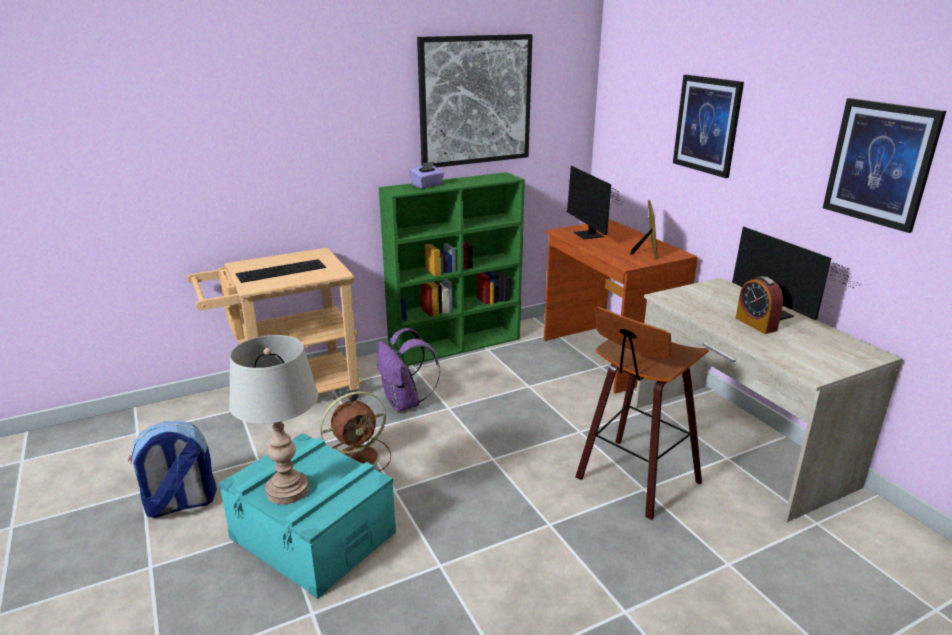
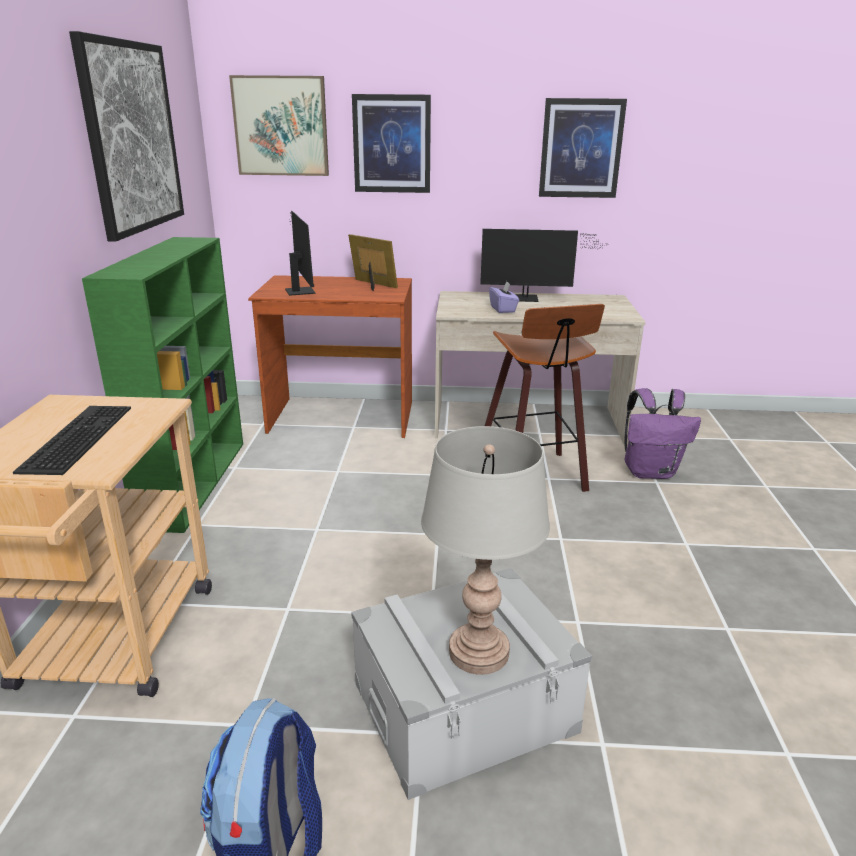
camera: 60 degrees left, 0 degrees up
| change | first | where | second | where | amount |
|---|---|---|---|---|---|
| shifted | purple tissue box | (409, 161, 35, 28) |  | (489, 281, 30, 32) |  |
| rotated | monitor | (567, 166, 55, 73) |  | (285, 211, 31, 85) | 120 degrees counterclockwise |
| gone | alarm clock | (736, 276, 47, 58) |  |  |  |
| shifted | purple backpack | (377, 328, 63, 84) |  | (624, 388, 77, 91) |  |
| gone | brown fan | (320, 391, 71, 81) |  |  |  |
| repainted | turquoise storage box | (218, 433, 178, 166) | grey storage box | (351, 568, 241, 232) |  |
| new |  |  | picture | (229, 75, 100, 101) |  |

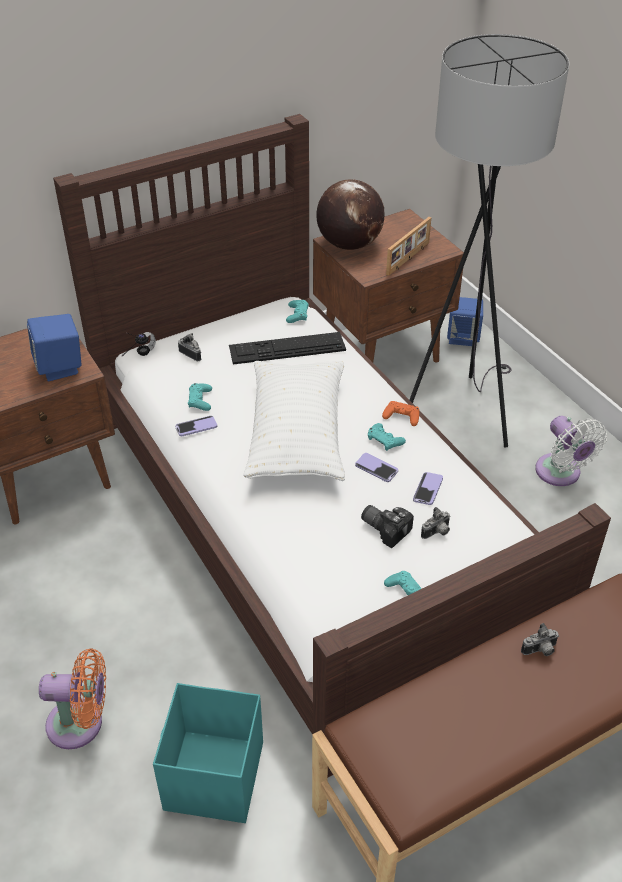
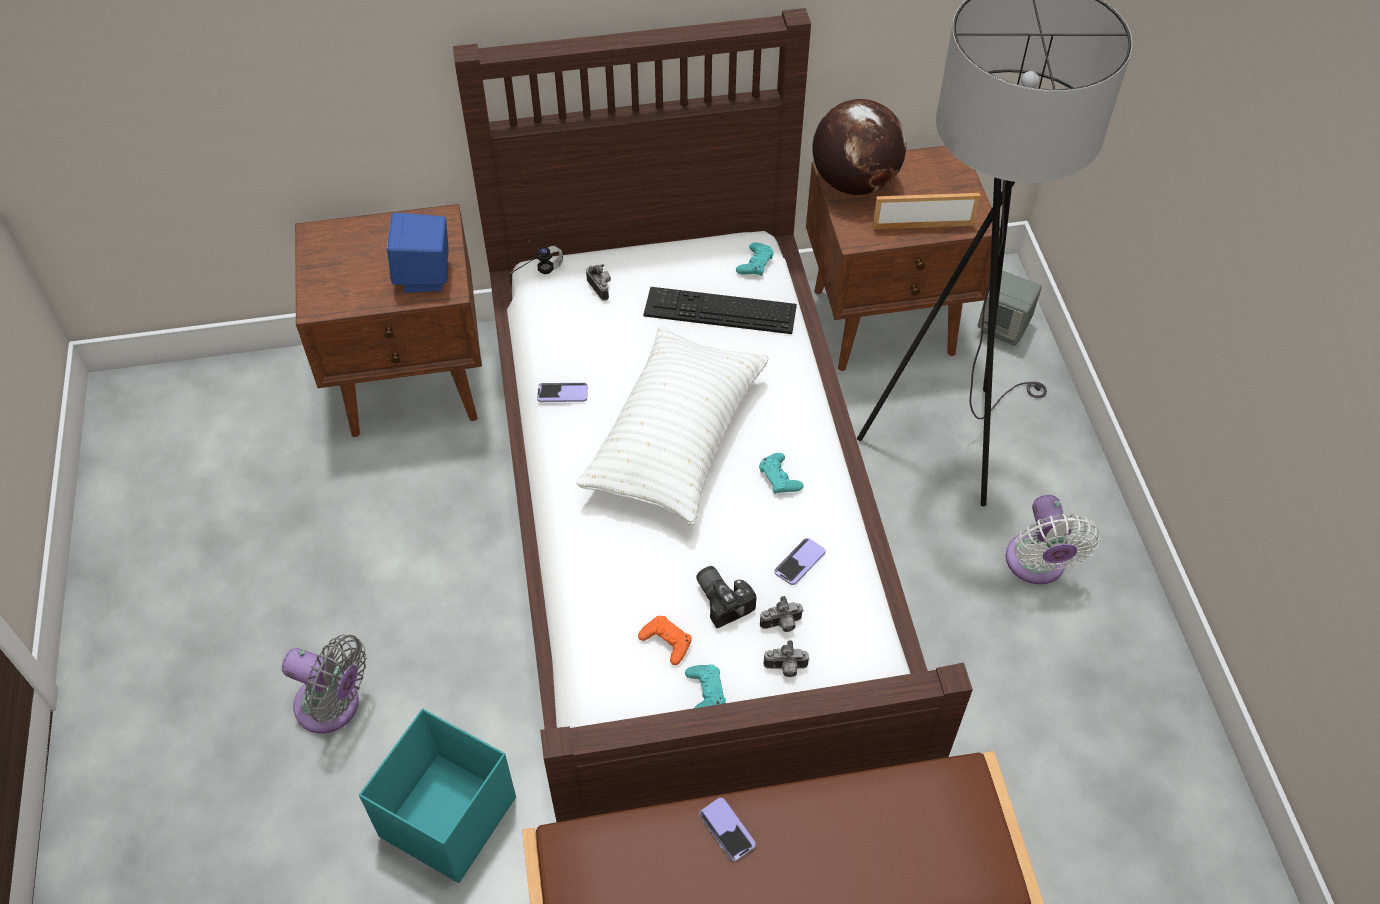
camera: 20 degrees right, 10 degrees up
| change | first | where | second | where | amount |
|---|---|---|---|---|---|
| rotated | picture frame | (386, 217, 45, 59) |  | (872, 193, 108, 36) | 150 degrees counterclockwise |
| repainted | blue speaker | (447, 297, 36, 49) | grey speaker | (978, 271, 64, 75) |  |
| gone | turquoise game controller | (188, 383, 24, 28) |  |  |  |
| shifted | orange game controller | (382, 401, 37, 25) |  | (638, 616, 54, 49) |  |
| shifted | phone | (355, 453, 43, 29) |  | (699, 798, 57, 64) |  |
| shifted | photo camera | (521, 623, 38, 33) |  | (763, 640, 47, 37) |  |
| repainted | orange fan | (39, 648, 67, 101) | grey fan | (282, 635, 84, 98) |  |

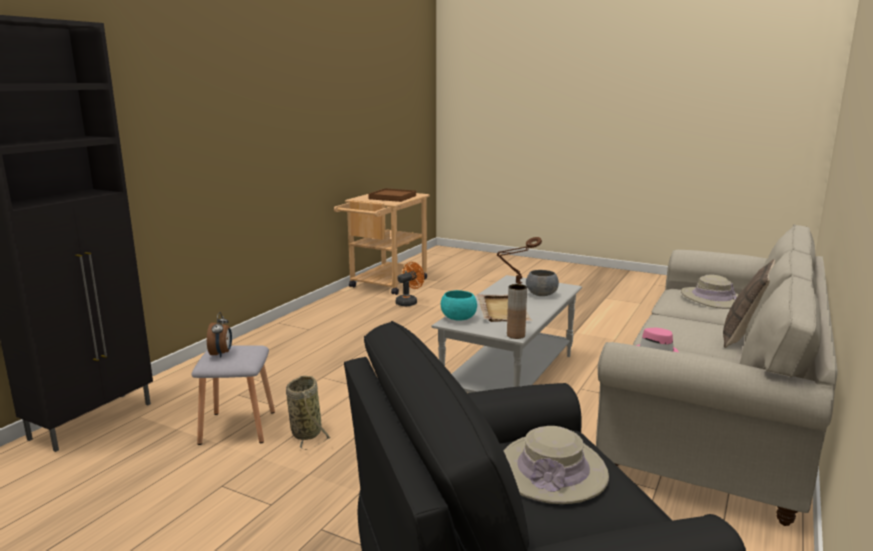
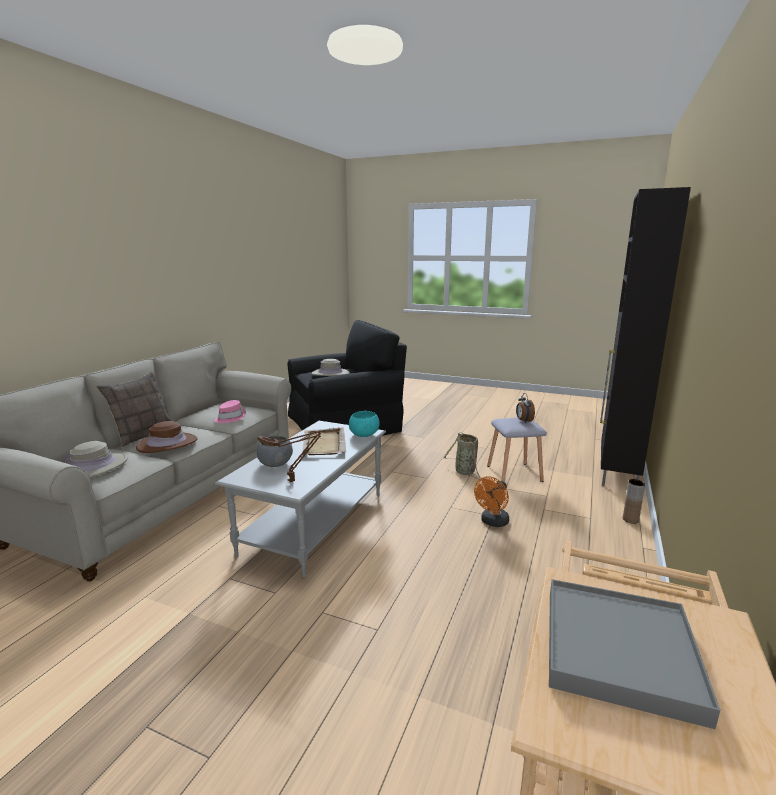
camera: 175 degrees right, 0 degrees up
| change | first | where | second | where | amount |
|---|---|---|---|---|---|
| repainted | brown tray | (368, 188, 48, 14) | grey tray | (549, 579, 171, 150) |  |
| shifted | orange fan | (396, 262, 28, 44) |  | (474, 476, 35, 51) |  |
| shifted | brown vase | (507, 284, 20, 55) |  | (623, 479, 22, 45) |  |
| new |  |  | brown hat | (136, 421, 62, 32) |  |

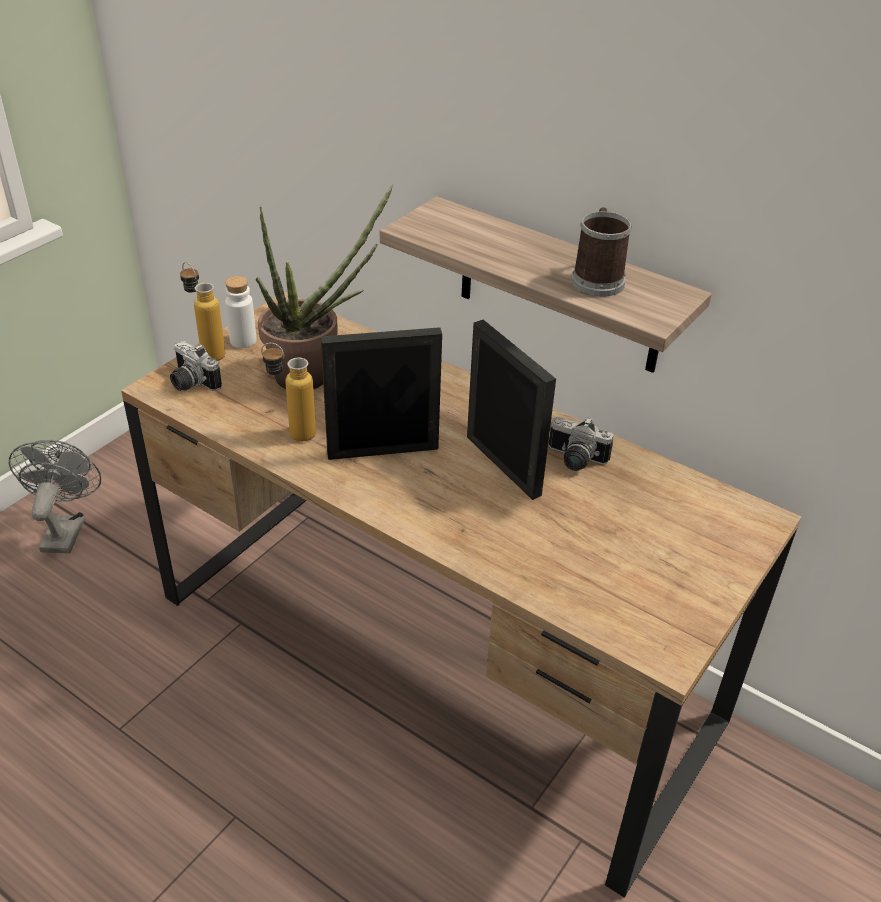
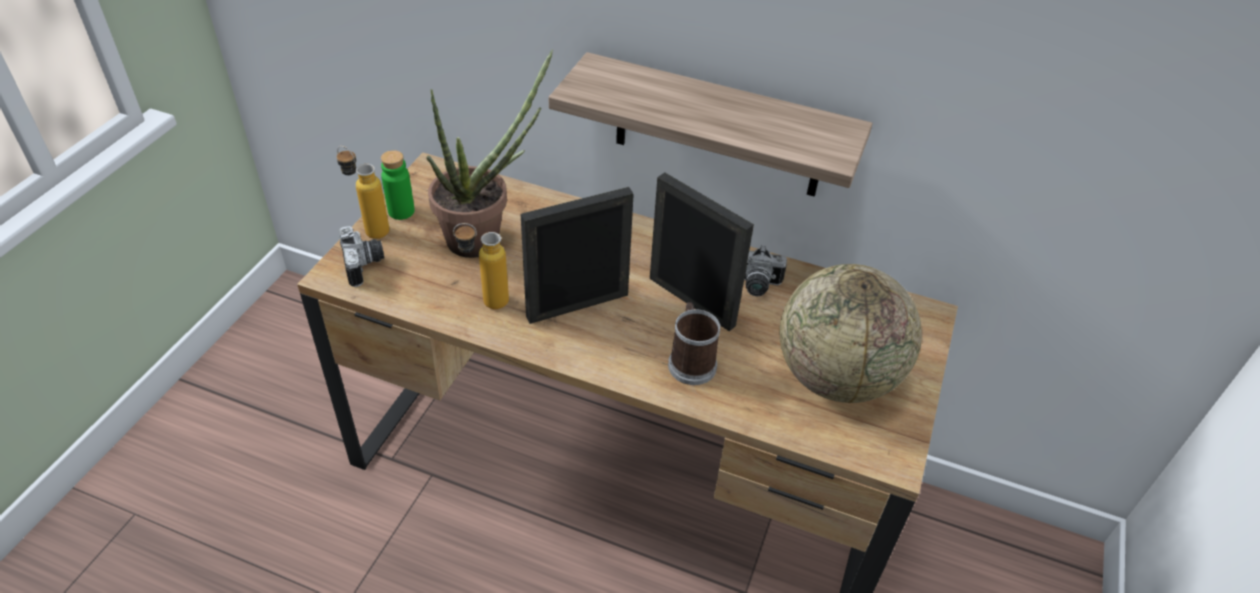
camera: 15 degrees left, 5 degrees up
| change | first | where | second | where | amount |
|---|---|---|---|---|---|
| shifted | mug | (571, 208, 61, 89) |  | (668, 302, 53, 83) |  |
| repainted | white bottle | (225, 276, 32, 72) | green bottle | (381, 150, 34, 70) |  |
| rotated | photo camera | (170, 341, 52, 50) |  | (340, 226, 44, 61) | 135 degrees counterclockwise |
| gone | grey fan | (9, 440, 92, 113) |  |  |  |
| new |  |  | globe | (780, 264, 142, 139) |  |

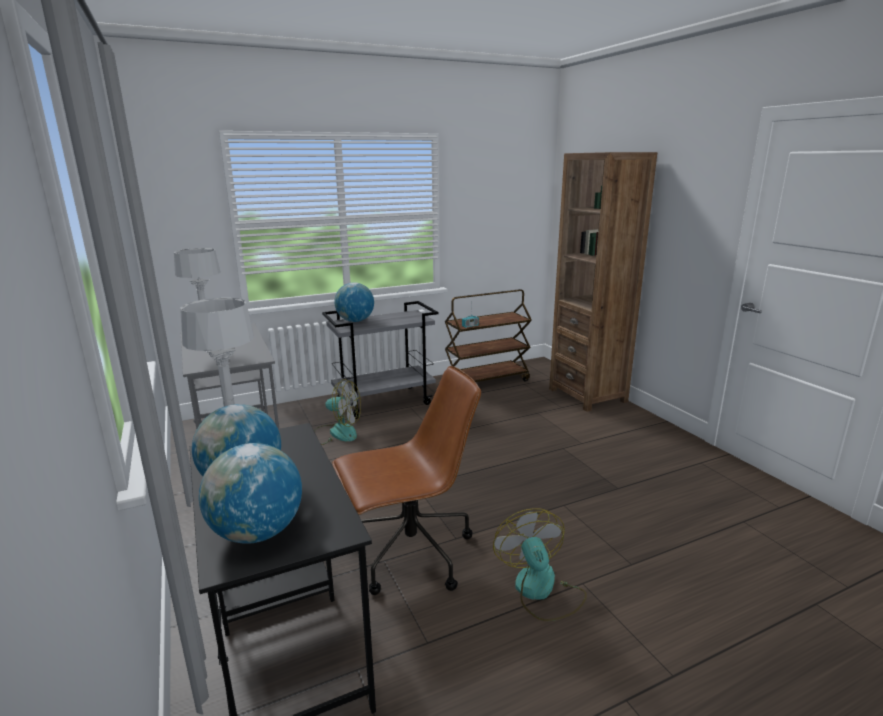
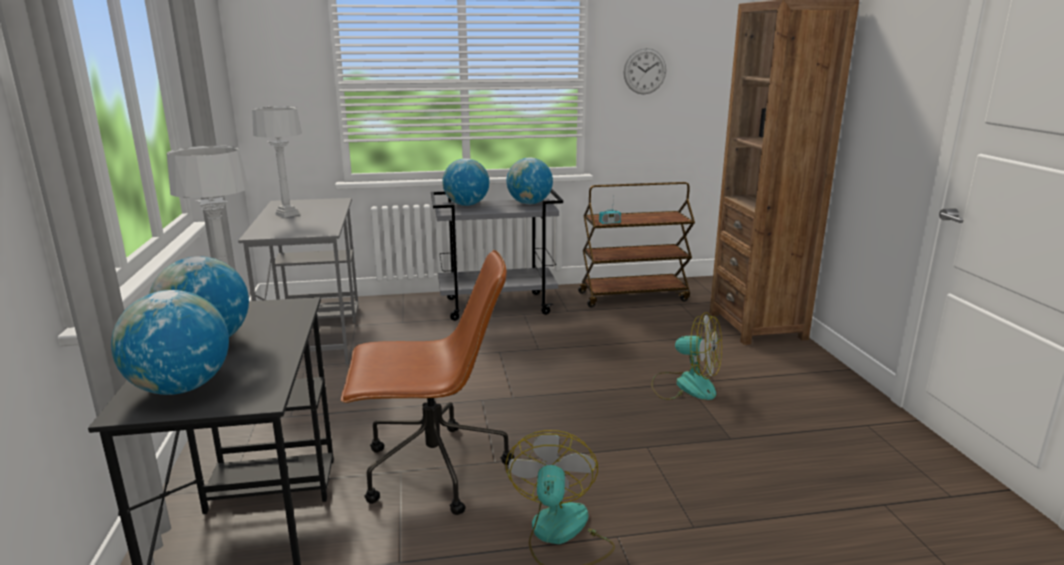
camera: 15 degrees right, 0 degrees up
| change | first | where | second | where | amount |
|---|---|---|---|---|---|
| shifted | fan | (314, 379, 47, 66) |  | (651, 312, 71, 88) |  |
| new |  |  | wall clock | (624, 48, 42, 46) |  |
| new |  |  | globe | (506, 157, 47, 47) |  |

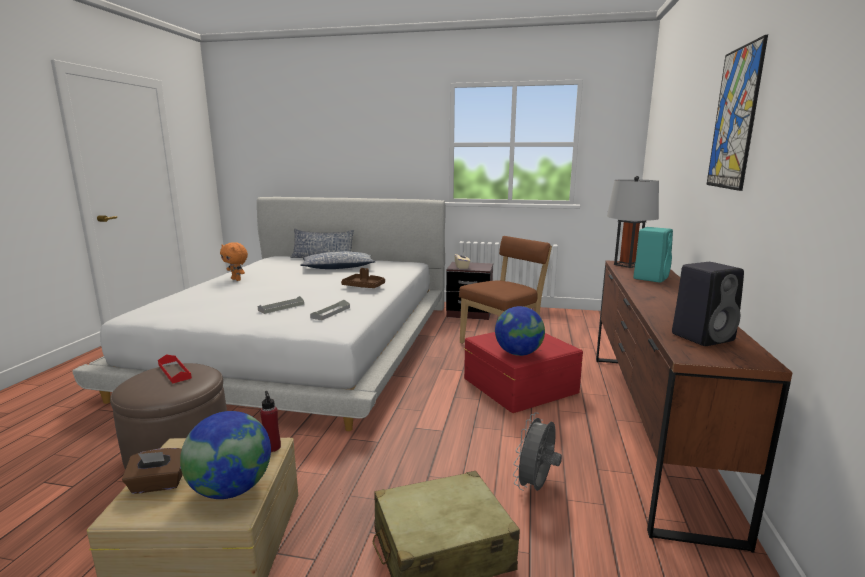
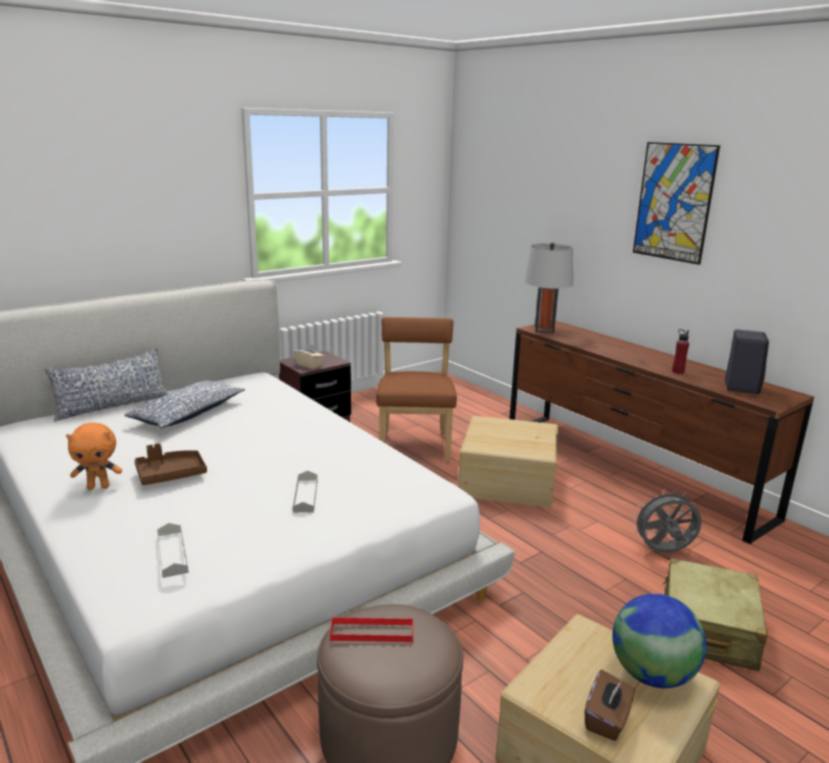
camera: 50 degrees left, 5 degrees up
| change | first | where | second | where | amount |
|---|---|---|---|---|---|
| gone | turquoise speaker | (633, 227, 40, 56) |  |  |  |
| shifted | brown tray | (341, 268, 44, 20) |  | (134, 443, 73, 42) |  |
| shifted | grey tray | (310, 300, 40, 20) |  | (157, 523, 32, 55) |  |
| gone | globe | (495, 306, 50, 50) |  |  |  |
| repainted | red storage box | (464, 332, 119, 81) | beige storage box | (458, 416, 100, 92) |  |
| shifted | red bottle | (260, 391, 21, 61) |  | (672, 329, 17, 45) |  |
| rotated | grey fan | (513, 412, 49, 79) |  | (632, 489, 69, 64) | 105 degrees clockwise |

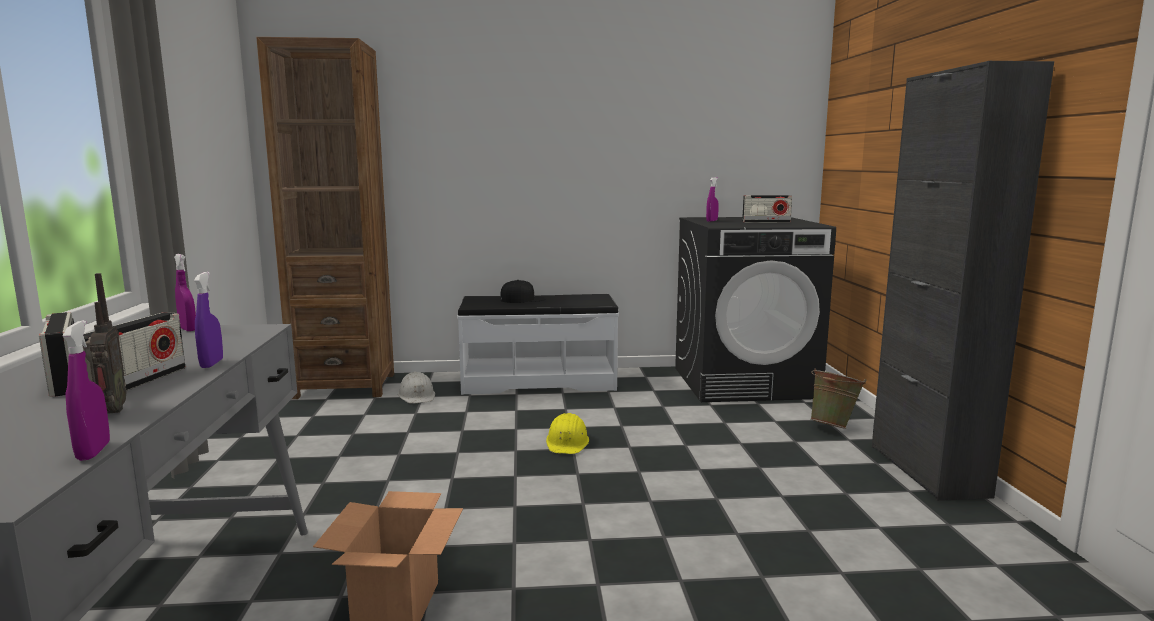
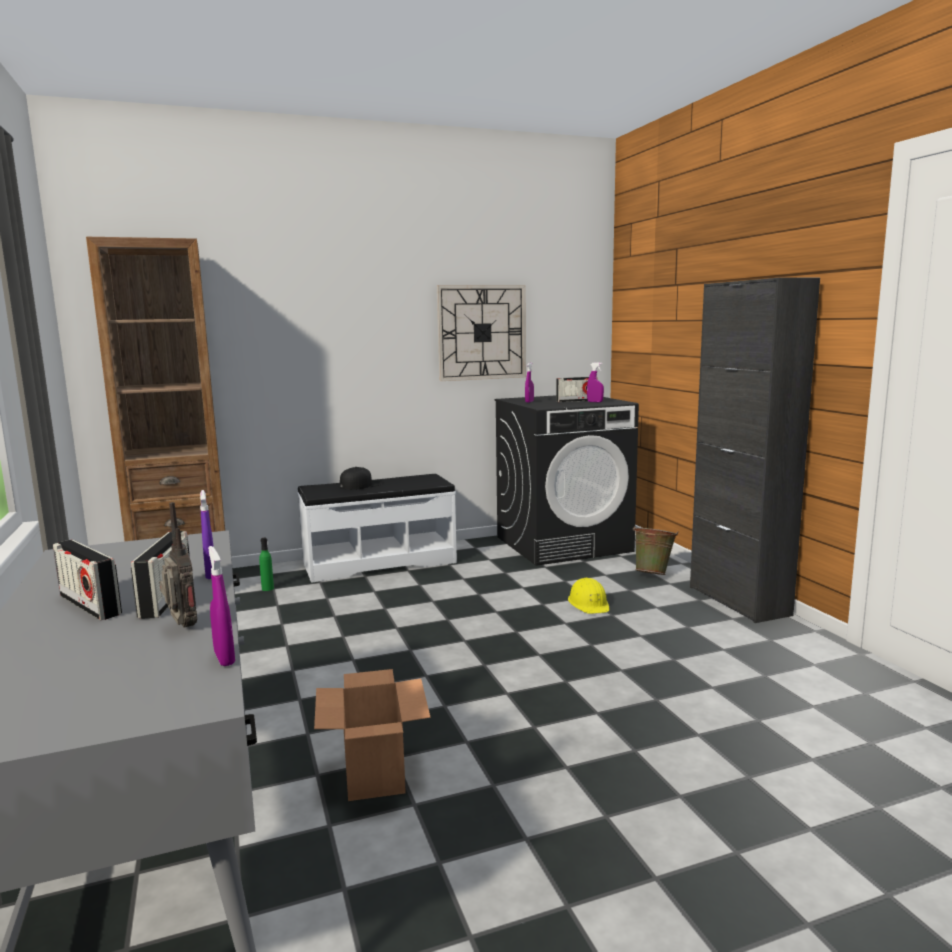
camera: 15 degrees left, 0 degrees up
| change | first | where | second | where | amount |
|---|---|---|---|---|---|
| shifted | purple spray bottle | (174, 254, 22, 77) |  | (587, 363, 17, 39) |  |
| swapped | white hard hat | (398, 372, 37, 32) | green bottle | (259, 538, 15, 53) |  |
| shifted | yellow hard hat | (546, 413, 43, 41) |  | (568, 578, 41, 36) |  |
| new |  |  | wall clock | (437, 285, 89, 96) |  |

